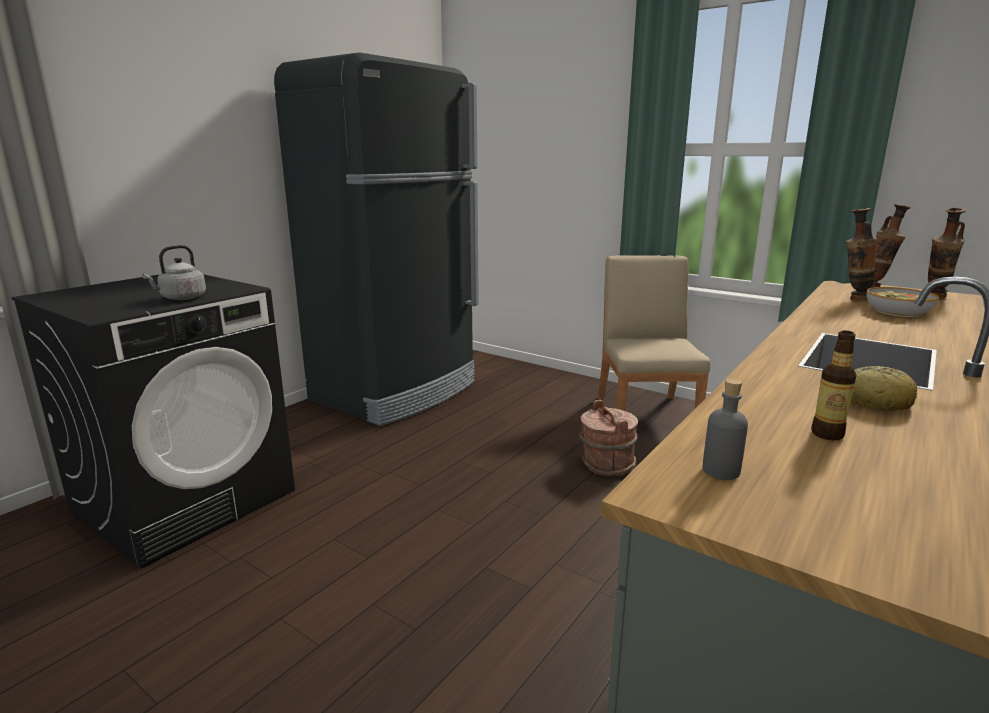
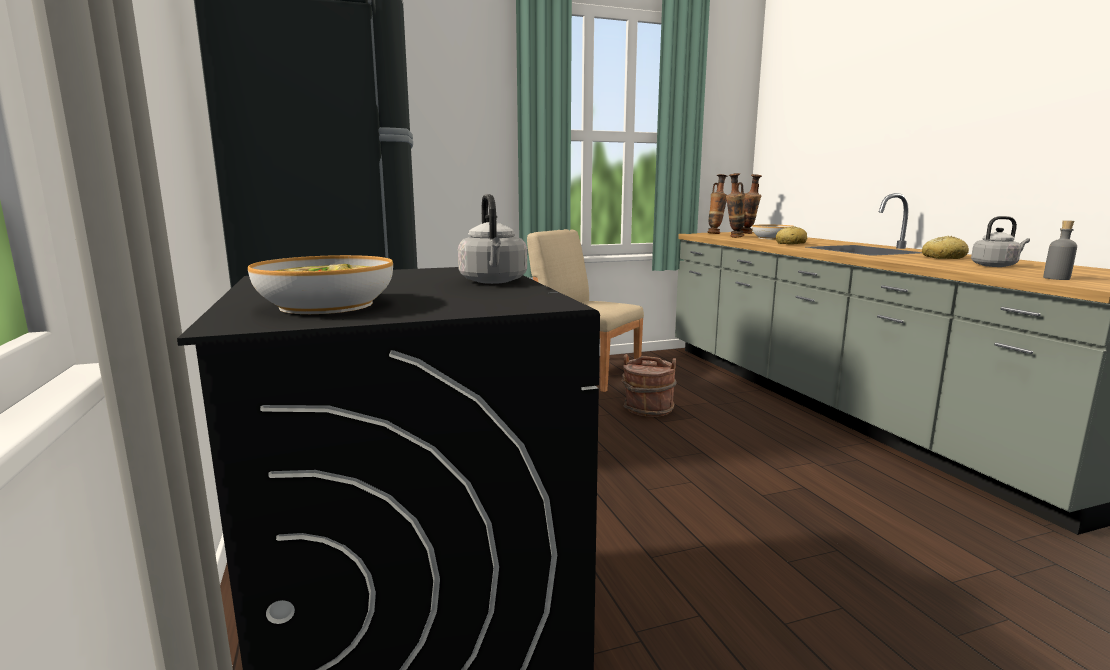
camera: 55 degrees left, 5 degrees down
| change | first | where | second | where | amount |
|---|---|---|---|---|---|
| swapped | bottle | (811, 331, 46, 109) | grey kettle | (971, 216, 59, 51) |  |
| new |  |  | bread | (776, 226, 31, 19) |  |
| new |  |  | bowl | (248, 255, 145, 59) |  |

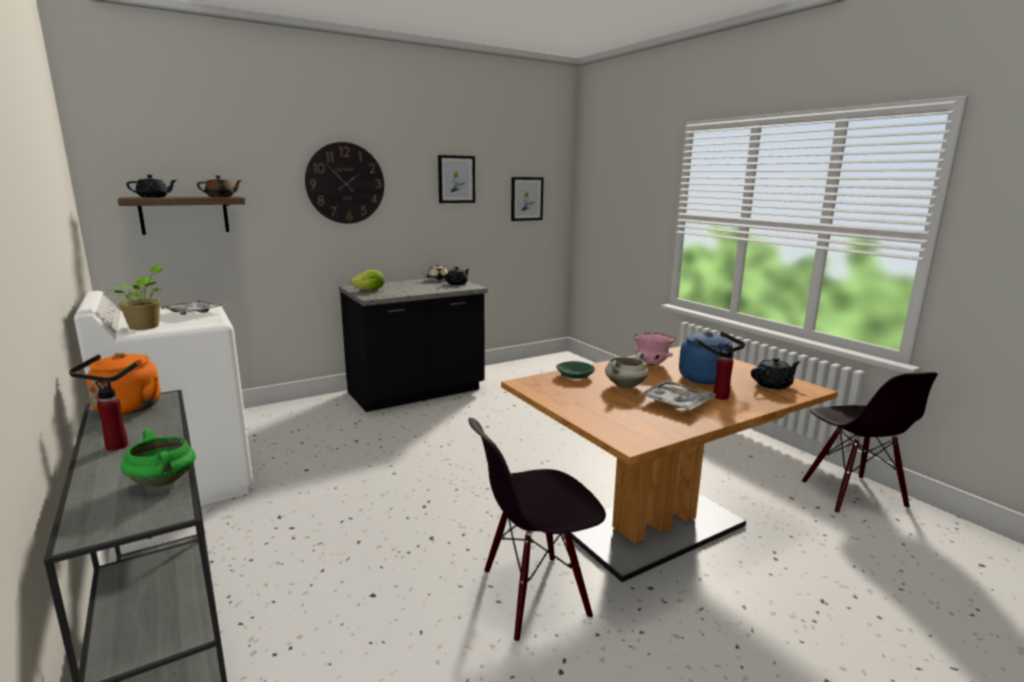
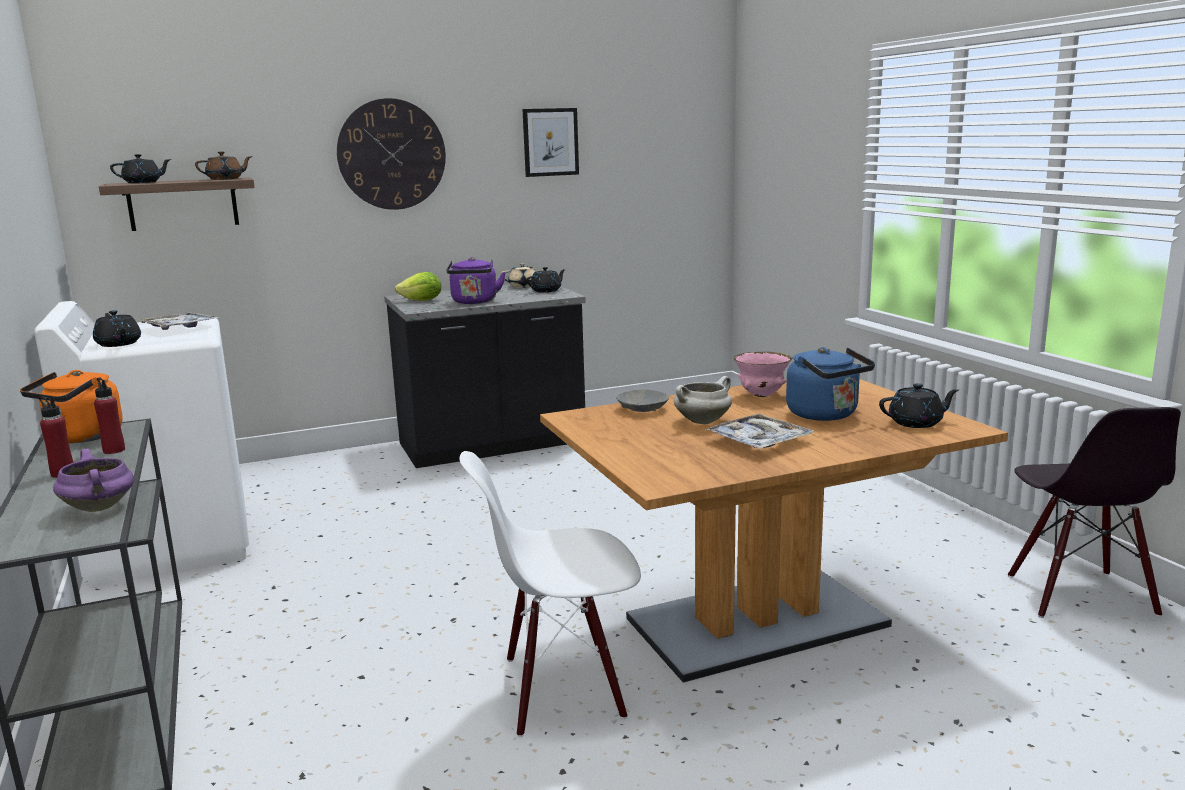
camera: 10 degrees right, 0 degrees up
| change | first | where | second | where | amount |
|---|---|---|---|---|---|
| gone | picture | (511, 177, 33, 44) |  |  |  |
| swapped | potted plant | (113, 265, 51, 65) | black teapot | (93, 310, 48, 37) |  |
| shifted | red bottle | (713, 343, 20, 57) |  | (94, 377, 31, 77) |  |
| repainted | green bowl | (556, 361, 39, 18) | grey bowl | (616, 389, 53, 23) |  |
| repainted | black chair | (468, 418, 138, 224) | white chair | (459, 451, 182, 286) |  |
| repainted | green cooking pot | (121, 429, 75, 58) | purple cooking pot | (53, 449, 81, 63) |  |
| new |  |  | purple kettle | (446, 257, 60, 47) |  |

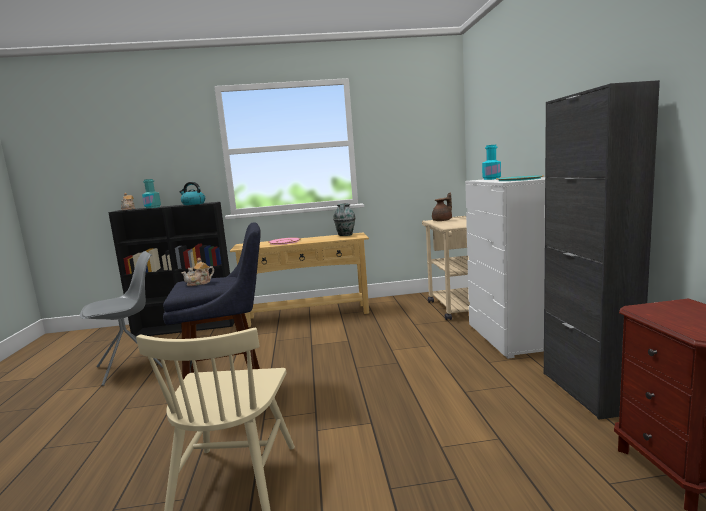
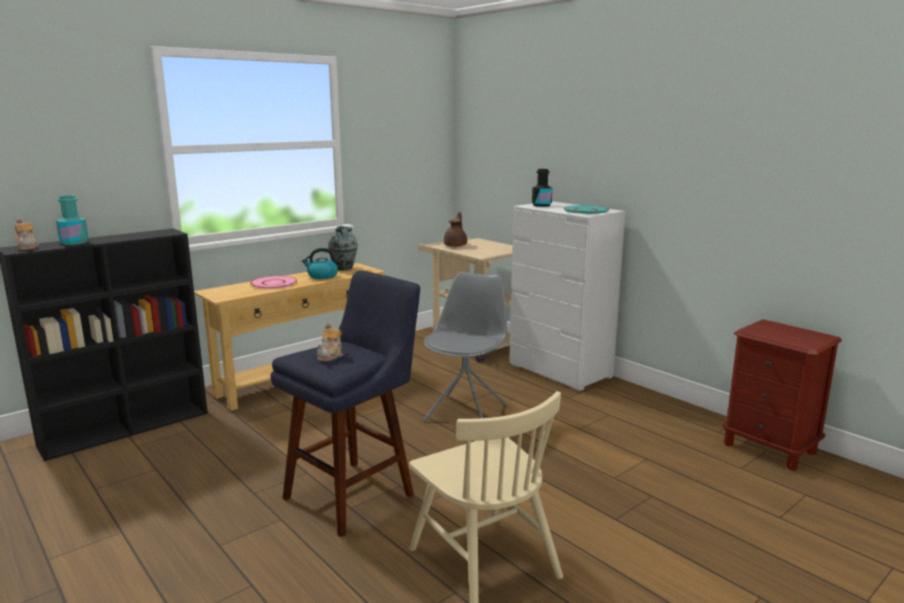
camera: 35 degrees left, 5 degrees up
| change | first | where | second | where | amount |
|---|---|---|---|---|---|
| gone | black cabinet | (544, 80, 116, 340) |  |  |  |
| repainted | turquoise bottle | (482, 145, 19, 35) | black bottle | (532, 169, 20, 38) |  |
| shifted | kettle | (179, 182, 26, 23) |  | (302, 248, 36, 31) |  |
| shifted | grey chair | (80, 251, 83, 135) |  | (423, 271, 84, 150) |  |

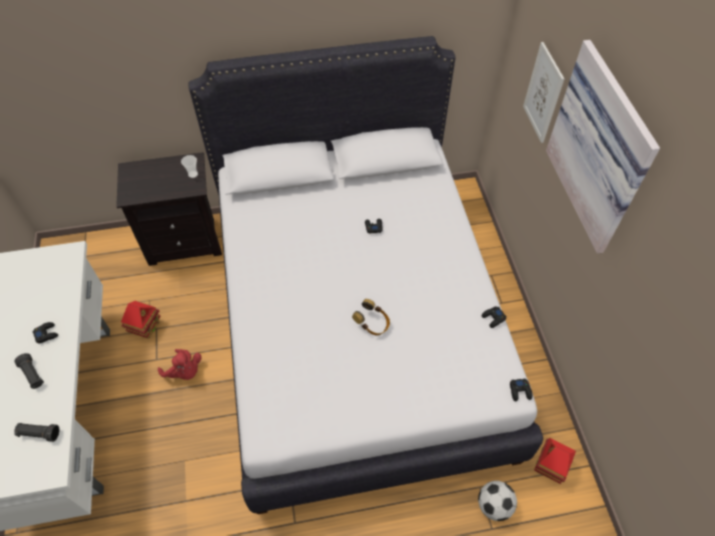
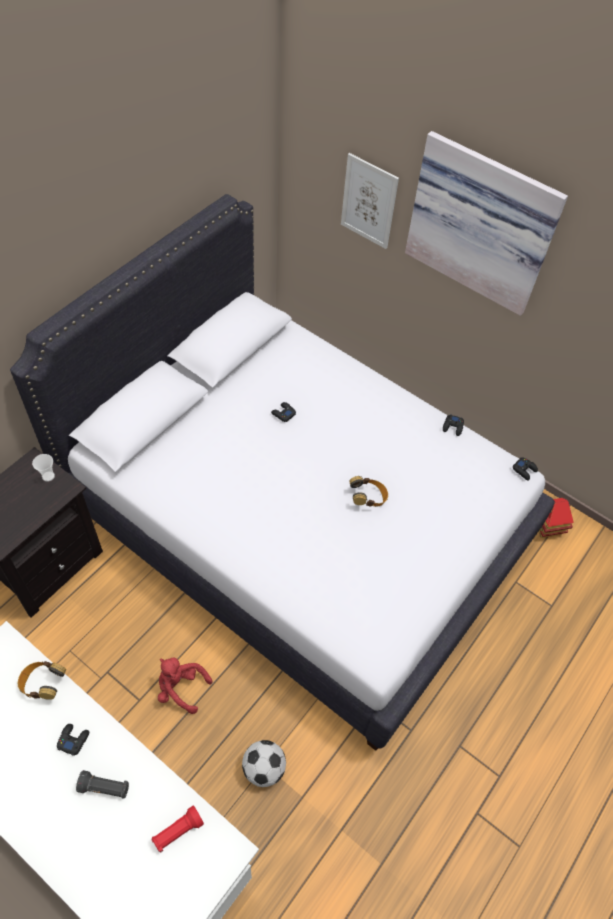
camera: 45 degrees left, 0 degrees up
| change | first | where | second | where | amount |
|---|---|---|---|---|---|
| gone | toy house | (121, 301, 40, 38) |  |  |  |
| rotated | red plush toy | (158, 349, 43, 31) |  | (158, 658, 54, 56) | 150 degrees counterclockwise |
| repainted | black flashlight | (14, 423, 46, 19) | red flashlight | (151, 806, 53, 47) |  |
| shifted | football | (478, 481, 39, 40) |  | (242, 740, 44, 47) |  |
| new |  |  | headphones | (18, 661, 48, 39) |  |

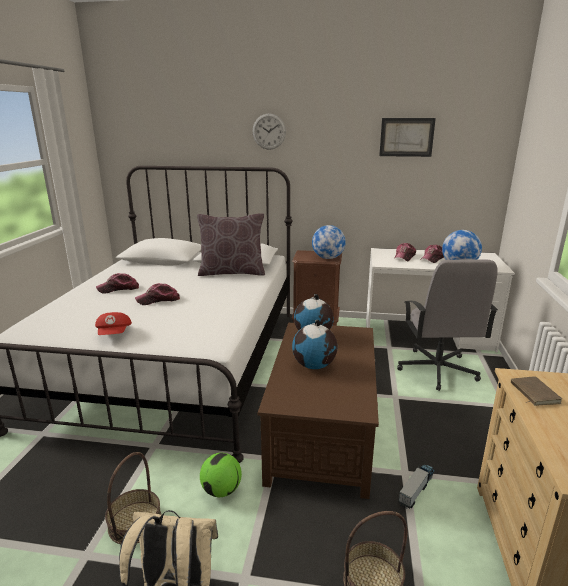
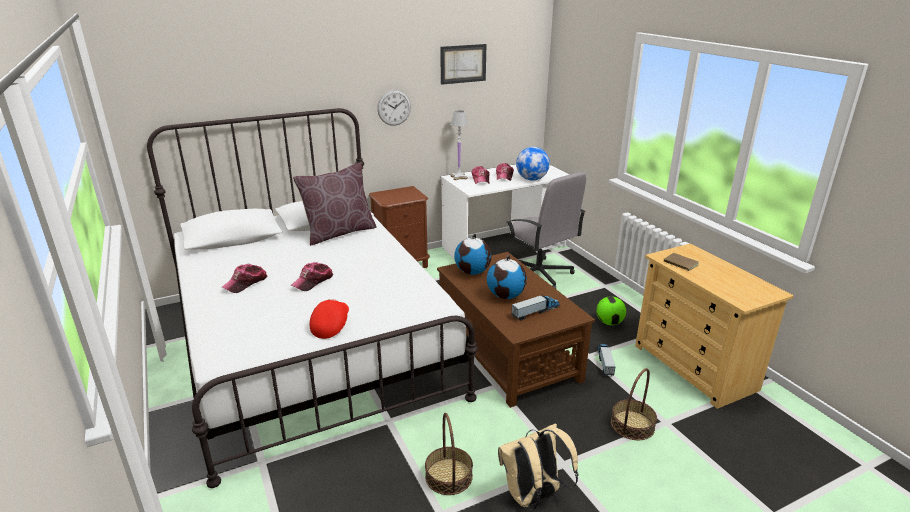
camera: 35 degrees left, 5 degrees up
| change | first | where | second | where | amount |
|---|---|---|---|---|---|
| shifted | wall clock | (252, 113, 34, 37) |  | (377, 90, 34, 36) |  |
| gone | globe | (312, 225, 34, 34) |  |  |  |
| rotated | red cap | (95, 312, 37, 23) |  | (310, 299, 39, 40) | 120 degrees counterclockwise |
| shifted | football | (200, 453, 42, 44) |  | (596, 296, 30, 29) |  |
| new |  |  | white table lamp | (450, 110, 18, 70) |  |
| new |  |  | toy truck | (512, 294, 48, 26) |  |

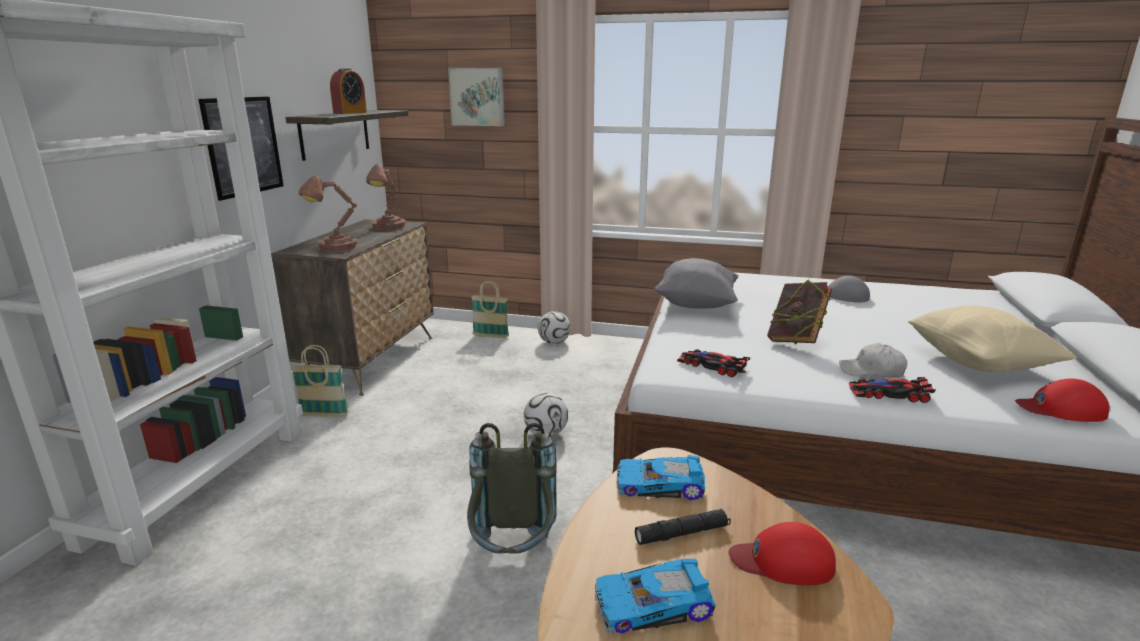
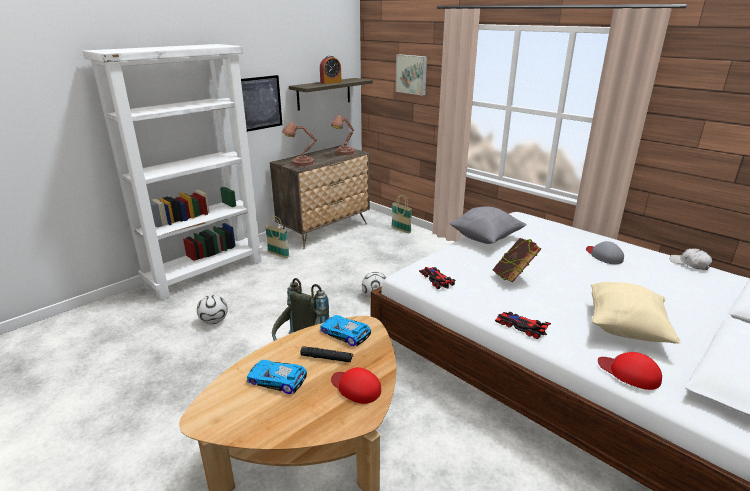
camera: 30 degrees right, 5 degrees up
| change | first | where | second | where | amount |
|---|---|---|---|---|---|
| shifted | football | (538, 311, 33, 33) |  | (197, 295, 31, 29) |  |
| shifted | white cap | (839, 343, 68, 35) |  | (670, 249, 42, 21) |  |

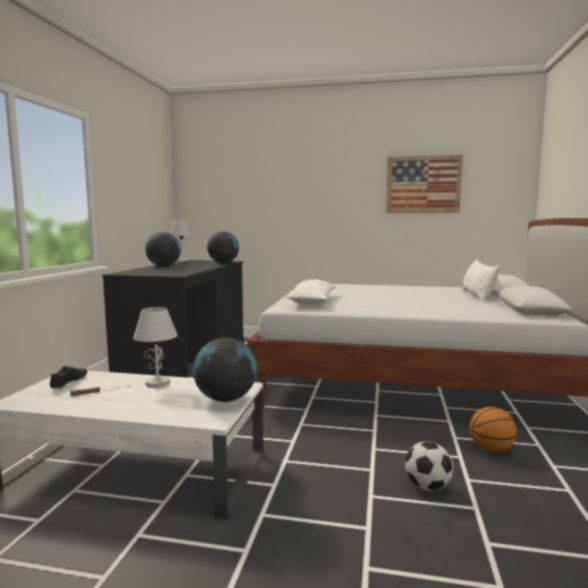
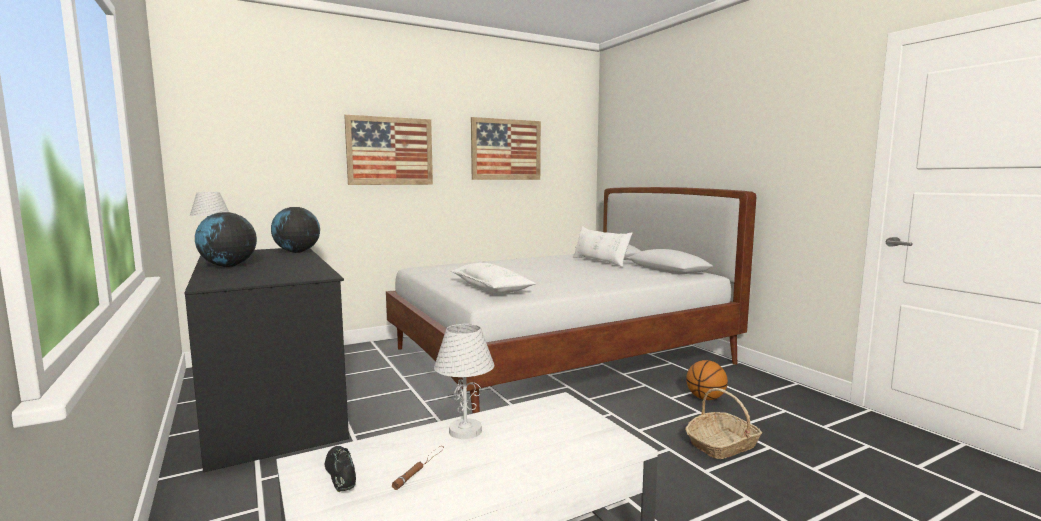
camera: 40 degrees left, 0 degrees up
| change | first | where | second | where | amount |
|---|---|---|---|---|---|
| gone | globe | (193, 338, 64, 64) |  |  |  |
| swapped | football | (405, 441, 48, 50) | basket | (685, 388, 77, 71) |  |
| new |  |  | picture | (344, 115, 89, 70) |  |

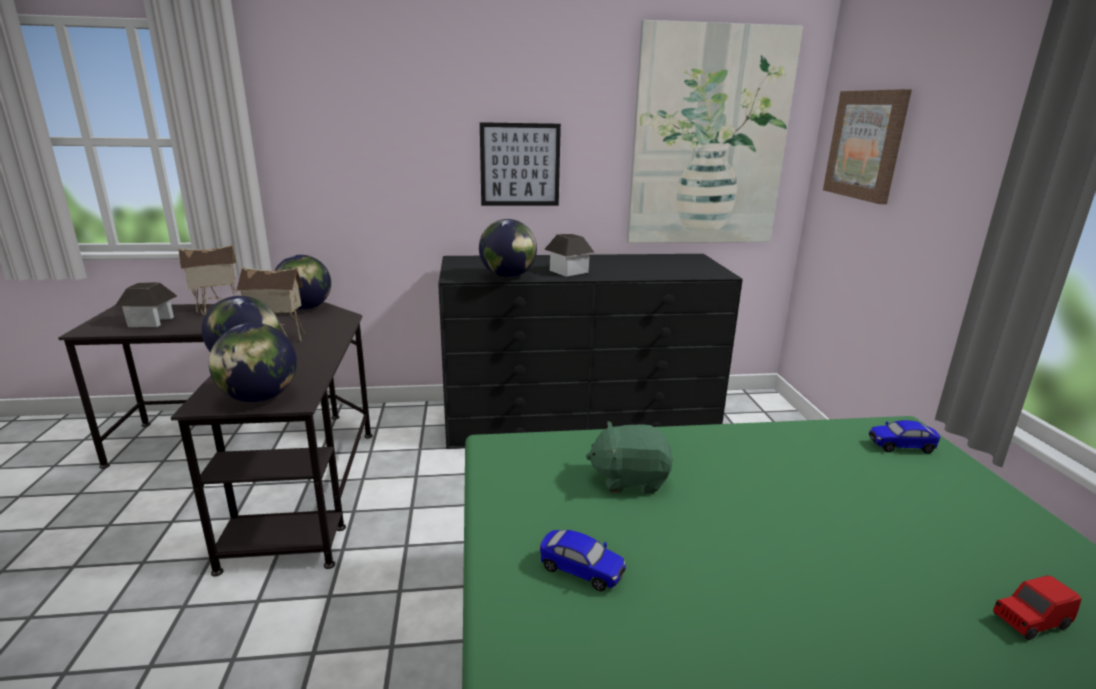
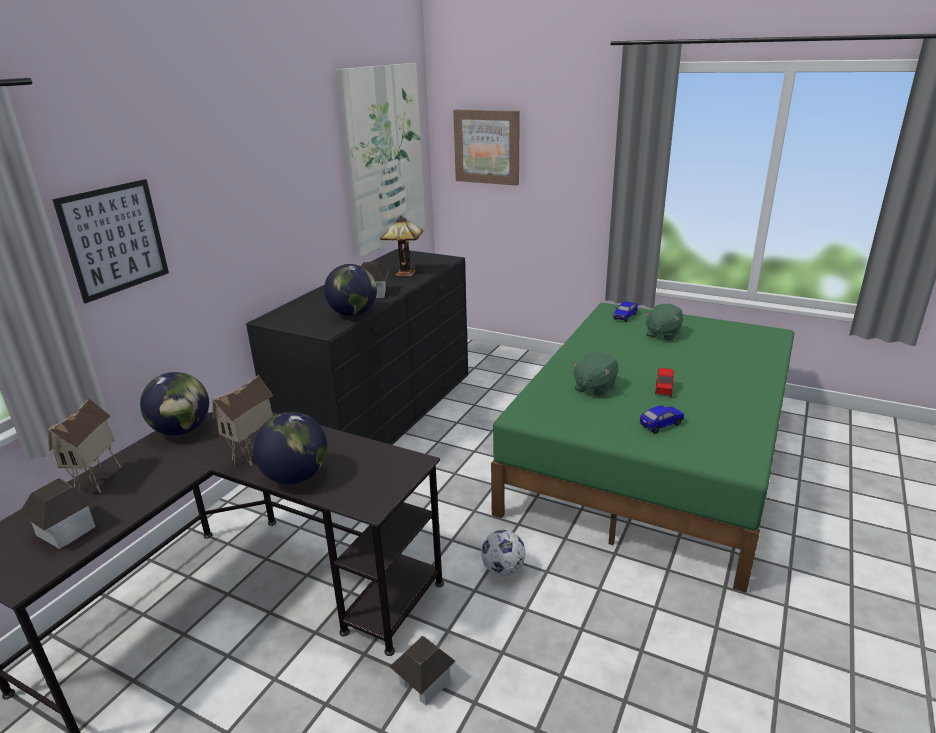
camera: 55 degrees left, 5 degrees up
| change | first | where | second | where | amount |
|---|---|---|---|---|---|
| shifted | picture | (480, 122, 81, 84) |  | (52, 179, 117, 124) |  |
| gone | globe | (209, 323, 88, 79) |  |  |  |
| shifted | red toy car | (993, 575, 88, 65) |  | (655, 368, 19, 29) |  |
| new |  |  | table lamp | (380, 216, 43, 60) |  |
| new |  |  | green plush toy | (645, 304, 38, 37) |  |
| new |  |  | football | (481, 530, 44, 46) |  |
| new |  |  | toy house | (389, 636, 66, 69) |  |

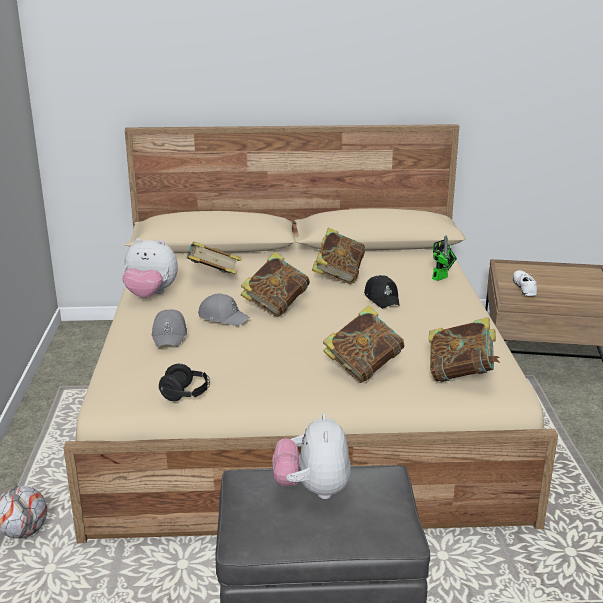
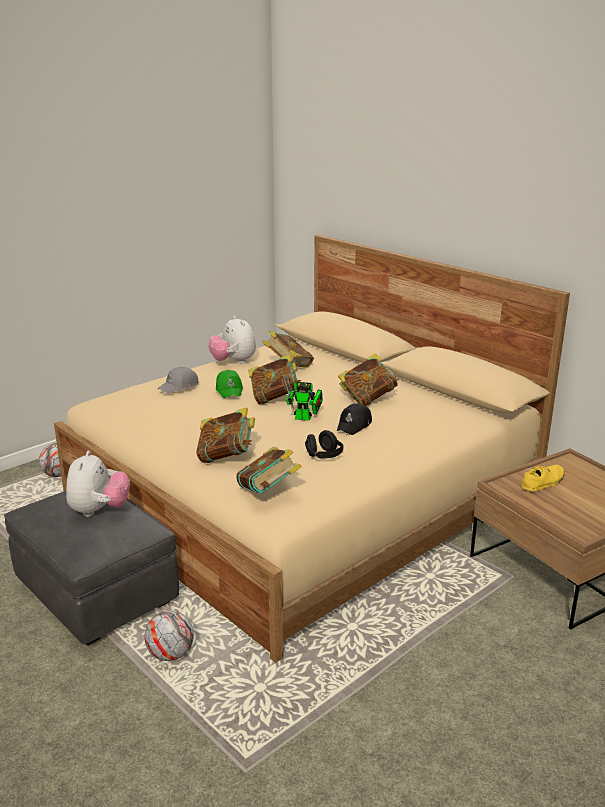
camera: 50 degrees right, 0 degrees up
| change | first | where | second | where | amount |
|---|---|---|---|---|---|
| shifted | toy robot | (432, 235, 25, 46) |  | (283, 374, 40, 47) |  |
| repainted | white shoe | (513, 270, 24, 26) | yellow shoe | (522, 465, 43, 26) |  |
| repainted | grey cap | (198, 293, 52, 33) | green cap | (216, 370, 27, 28) |  |
| shifted | black headphones | (159, 364, 51, 37) |  | (305, 430, 39, 29) |  |
| rotated | plush toy | (272, 413, 79, 86) |  | (66, 451, 64, 66) | 135 degrees clockwise |
| new |  |  | football | (144, 610, 50, 51) |  |

